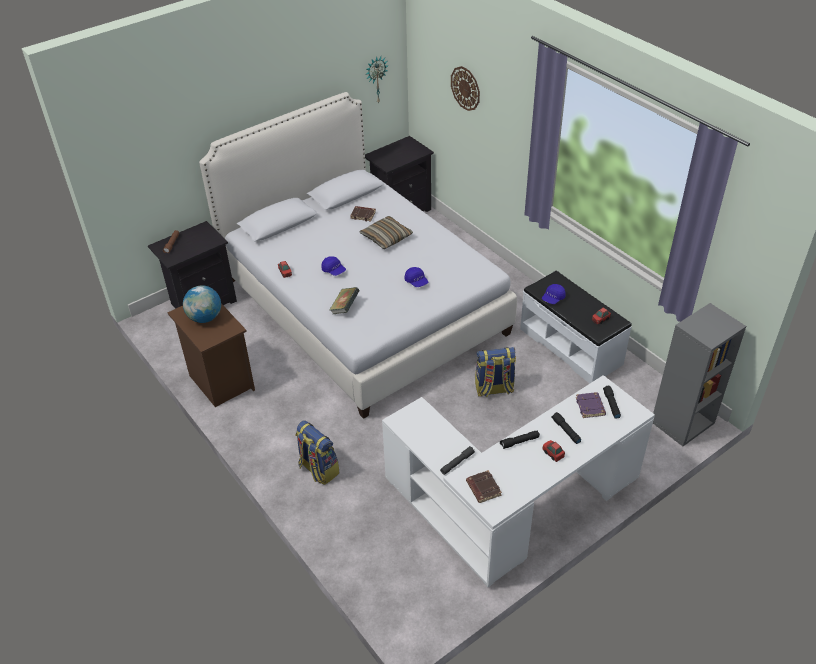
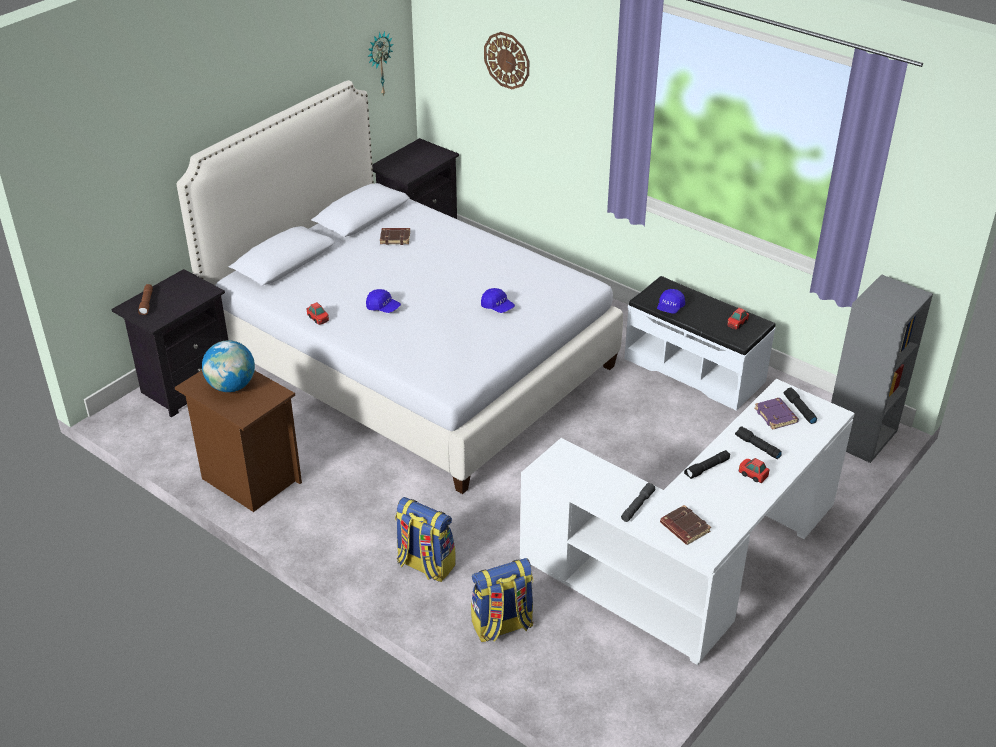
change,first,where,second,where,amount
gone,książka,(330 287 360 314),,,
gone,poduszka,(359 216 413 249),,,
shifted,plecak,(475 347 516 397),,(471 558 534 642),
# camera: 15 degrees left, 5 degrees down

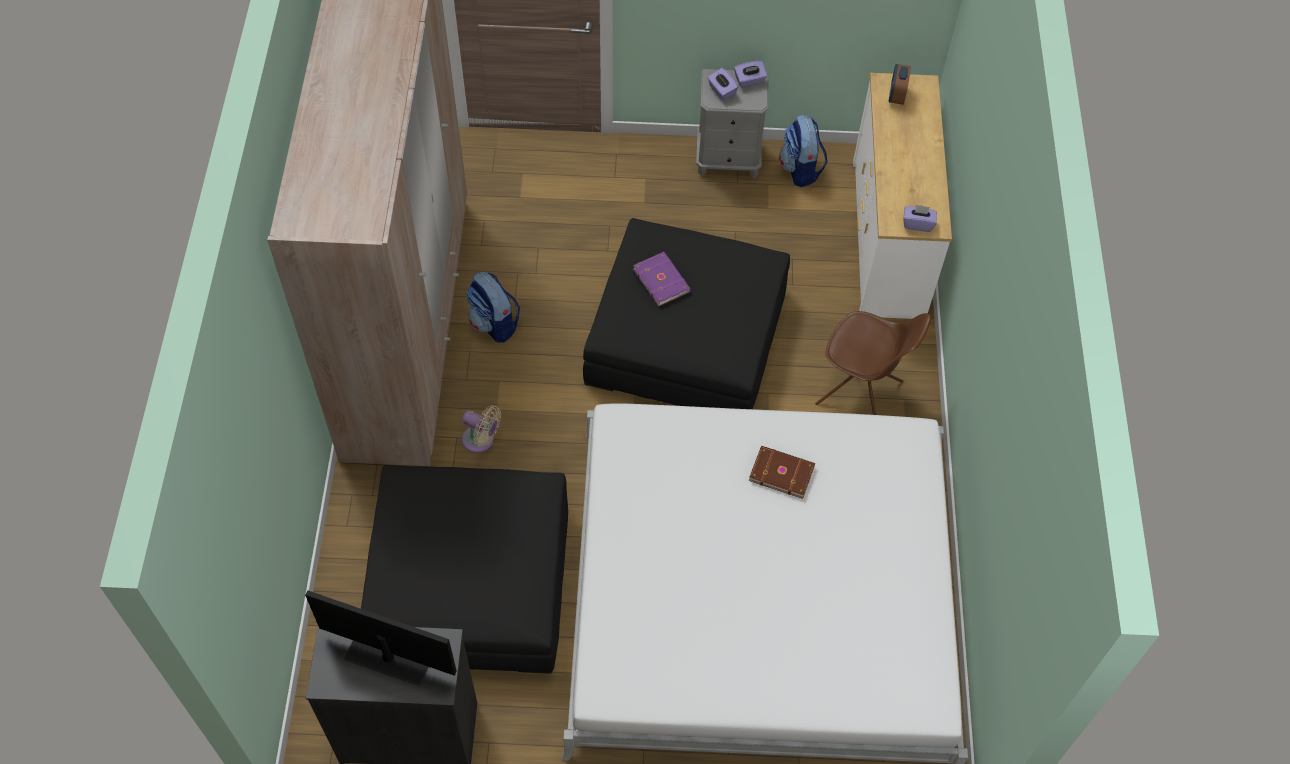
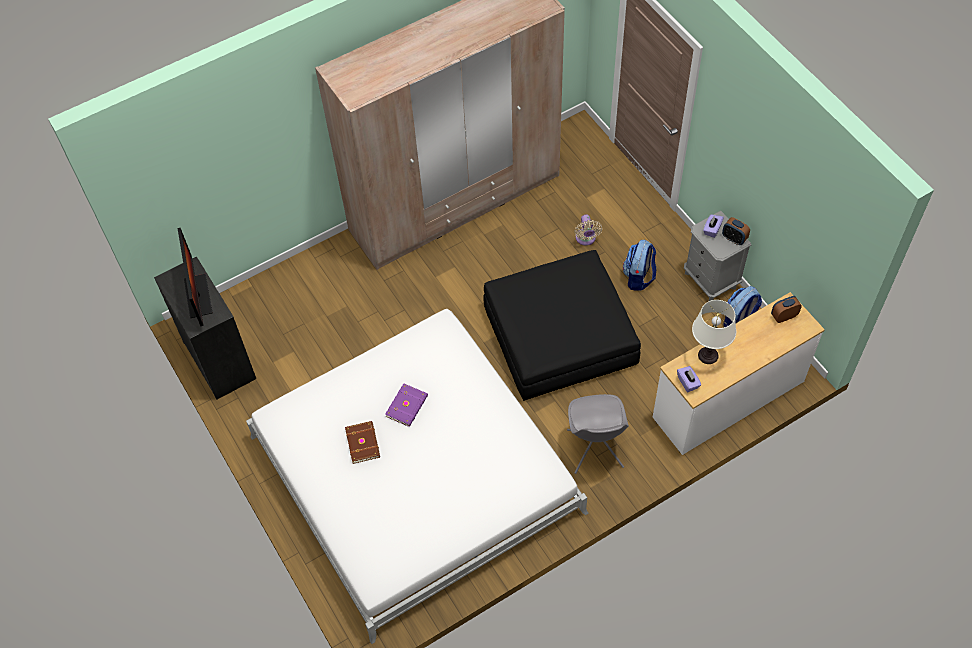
change,first,where,second,where,amount
gone,pufa (czarny),(361 465 568 674),,,
new,,,lampa stołowa (biały),(692 300 736 364),
shifted,wentylator (beżowy),(462 405 501 453),,(575 215 602 246),
shifted,plecak,(466 271 520 343),,(623 240 656 290),
shifted,książka (fioletowy),(633 252 691 306),,(385 383 428 427),
shifted,książka (brązowy),(749 446 815 499),,(345 421 380 464),
swapped,pudełko chusteczek (fioletowy),(734 61 767 88),budzik,(722 217 750 245),
repainted,krzesło (brązowy),(815 311 931 415),krzesło (szary),(567 394 629 474),
# camera: 60 degrees right, 0 degrees up

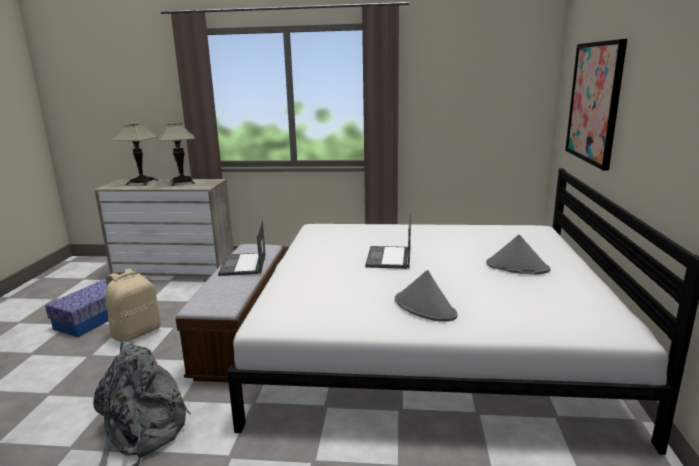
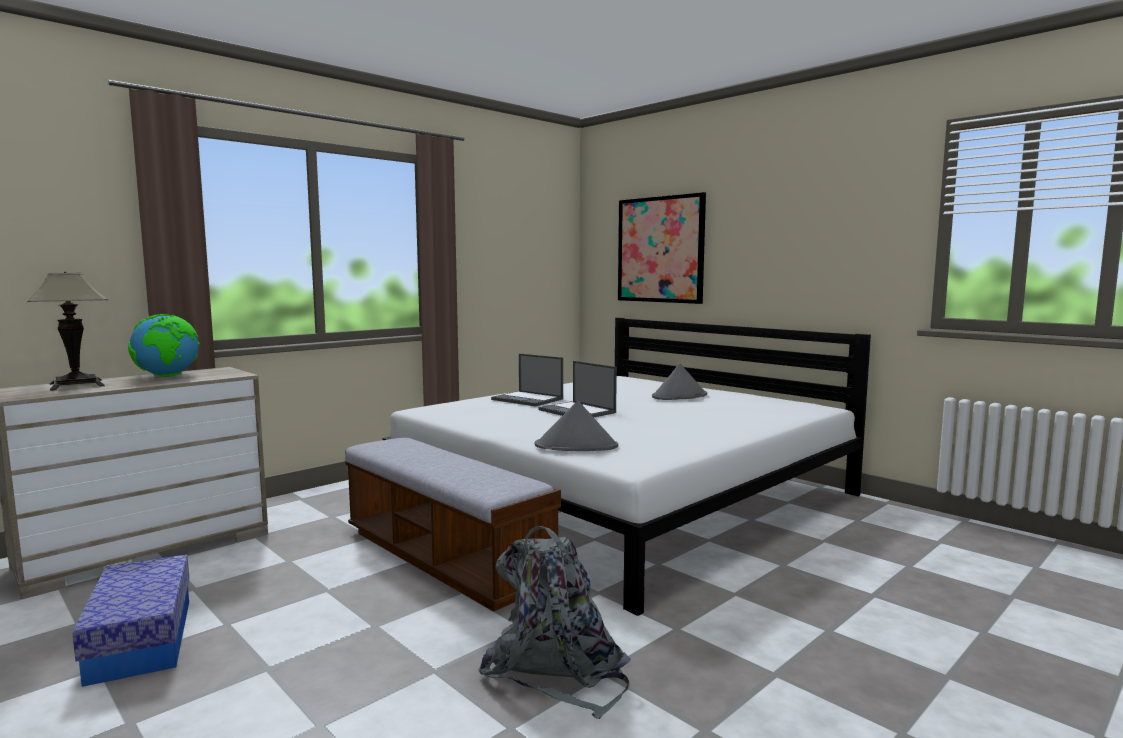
change,first,where,second,where,amount
gone,plecak (beżowy),(106 268 160 343),,,
shifted,laptop,(218 220 266 276),,(491 354 563 406),
shifted,kapelusz (szary),(395 270 458 322),,(535 401 618 451),
swapped,lampa stołowa,(159 123 195 186),globus,(128 314 200 377),
# camera: 50 degrees left, 10 degrees down

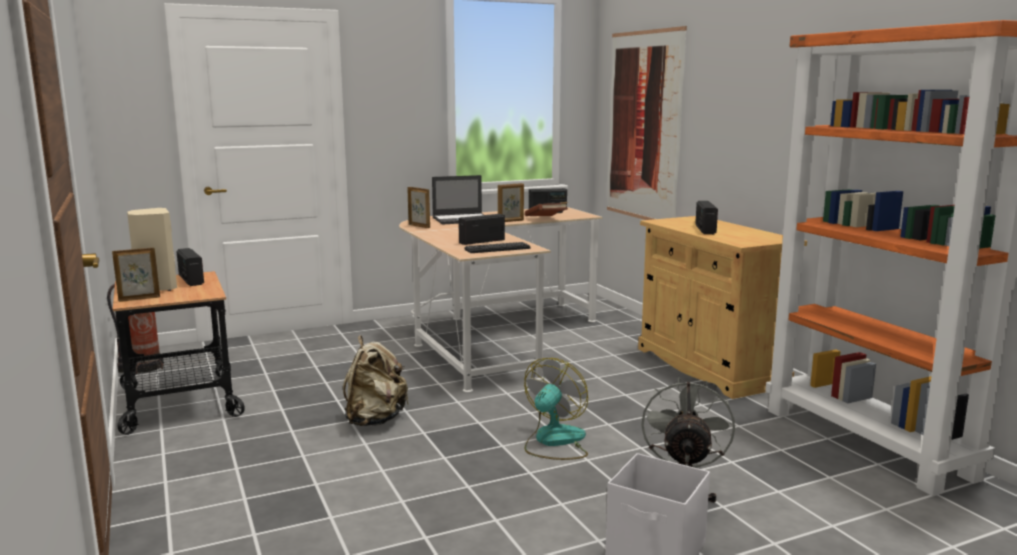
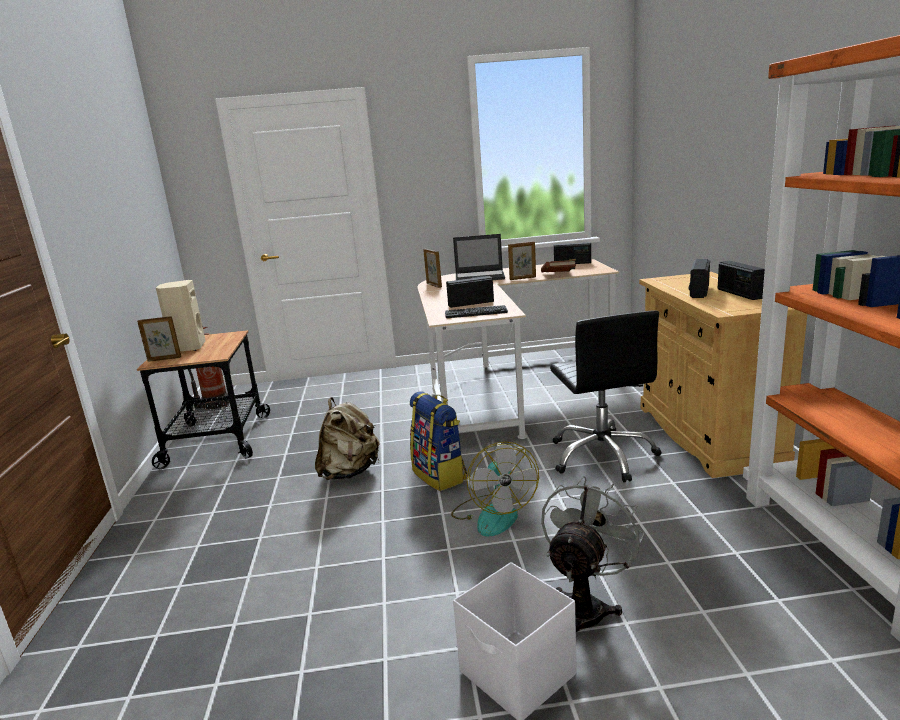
change,first,where,second,where,amount
gone,obraz,(607 26 687 220),,,
new,,,plecak,(410 391 467 491),
new,,,krzesło biurowe (czarny),(550 310 662 482),
shifted,radio,(176 248 204 286),,(717 261 765 300),
rotated,wentylator,(524 358 588 460),,(451 442 539 537),120 degrees clockwise
# camera: 20 degrees right, 5 degrees up

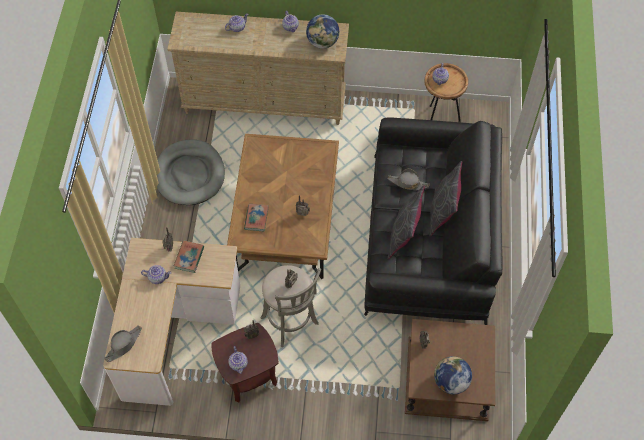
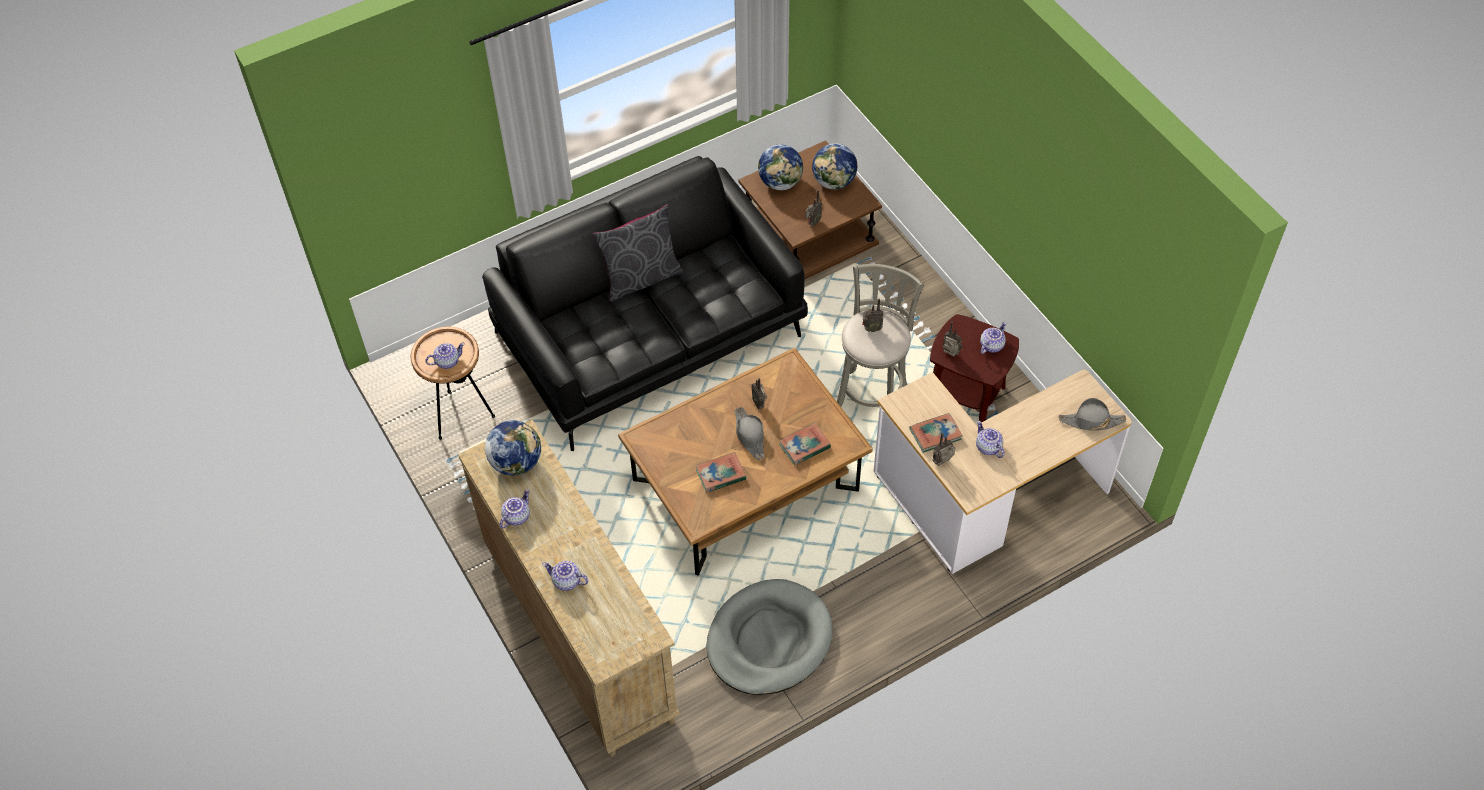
change,first,where,second,where,amount
gone,poduszka (szary),(387 185 425 259),,,
new,,,książka,(696 452 746 493),
new,,,globus,(758 144 803 190),
shifted,kapelusz (szary),(388 169 430 190),,(735 407 764 460),
# camera: 125 degrees left, 5 degrees down

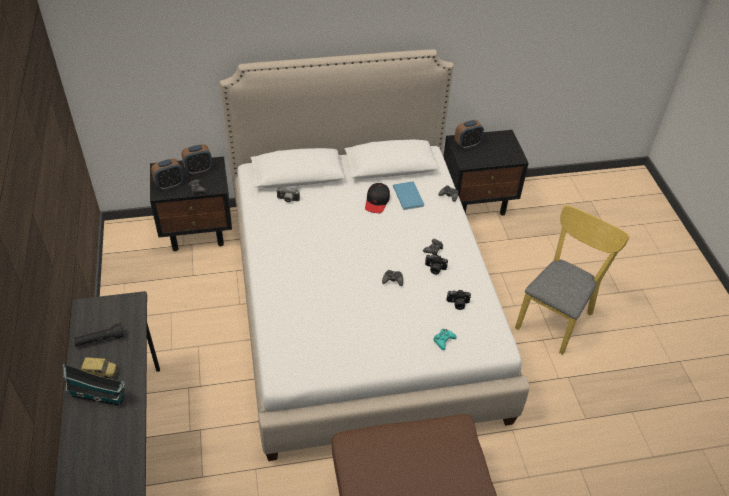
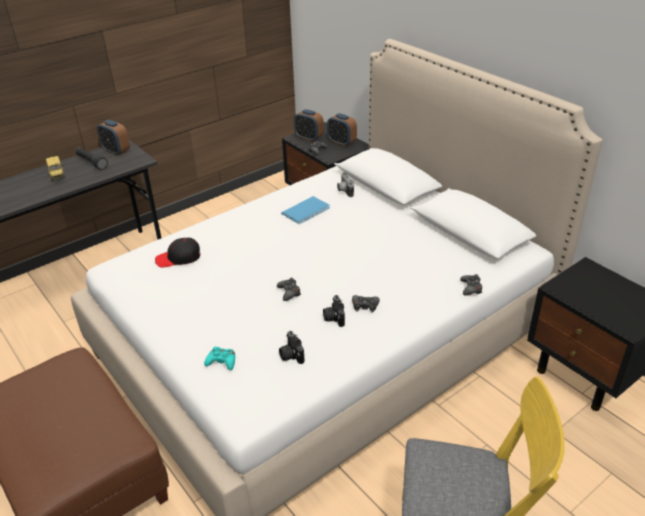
change,first,where,second,where,amount
gone,domek,(62 364 125 406),,,
shifted,czapka z daszkiem (czarny),(365 183 390 213),,(155 238 200 268),
shifted,książka (niebieski),(393 181 424 210),,(281 196 330 224),
shifted,budzik,(454 120 484 149),,(97 120 130 156),
# camera: 65 degrees right, 10 degrees down

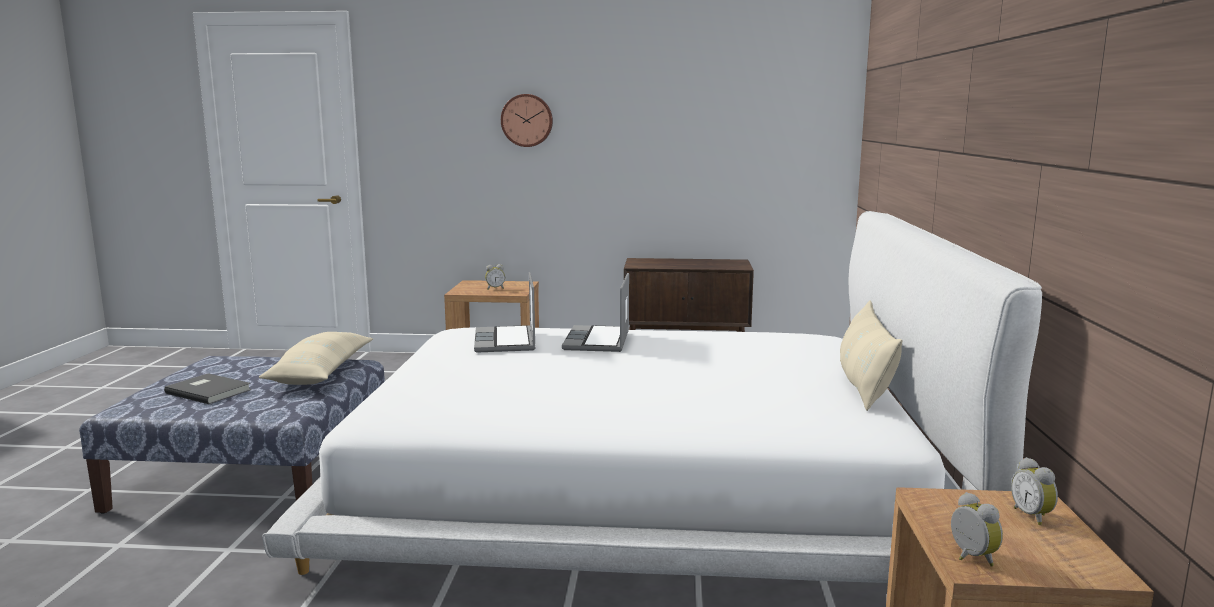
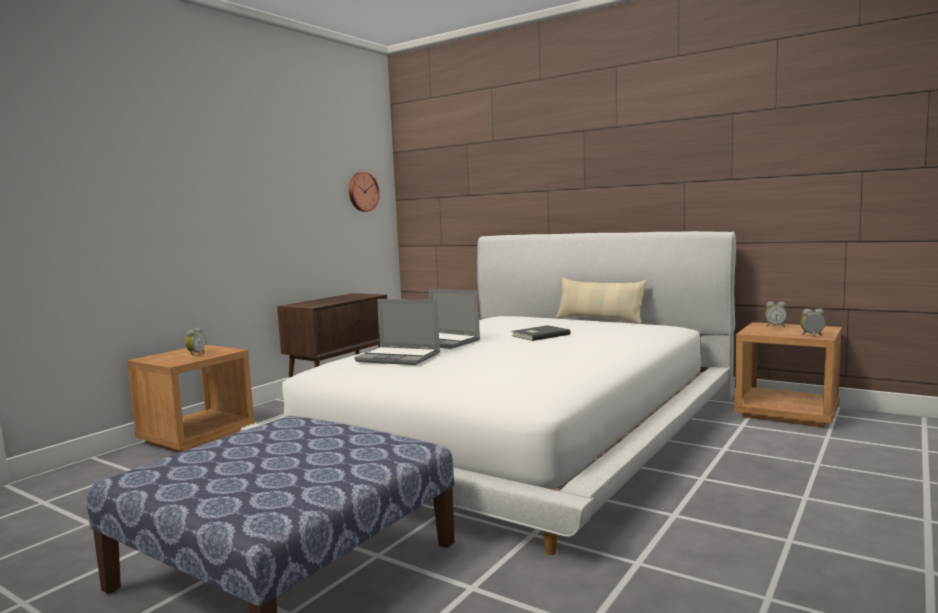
change,first,where,second,where,amount
gone,poduszka (beżowy),(259 332 373 385),,,
shifted,książka (szary),(164 373 251 404),,(511 325 571 341),
shifted,zegar ścienny,(501 94 553 147),,(349 172 380 212),
# camera: 60 degrees left, 5 degrees down

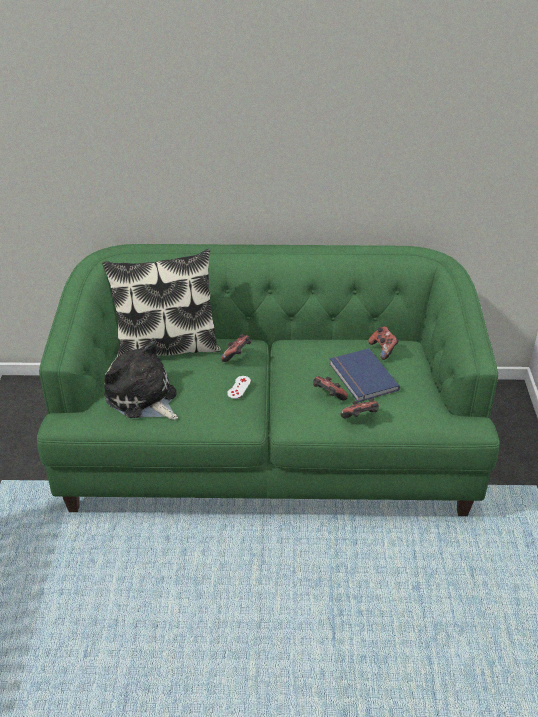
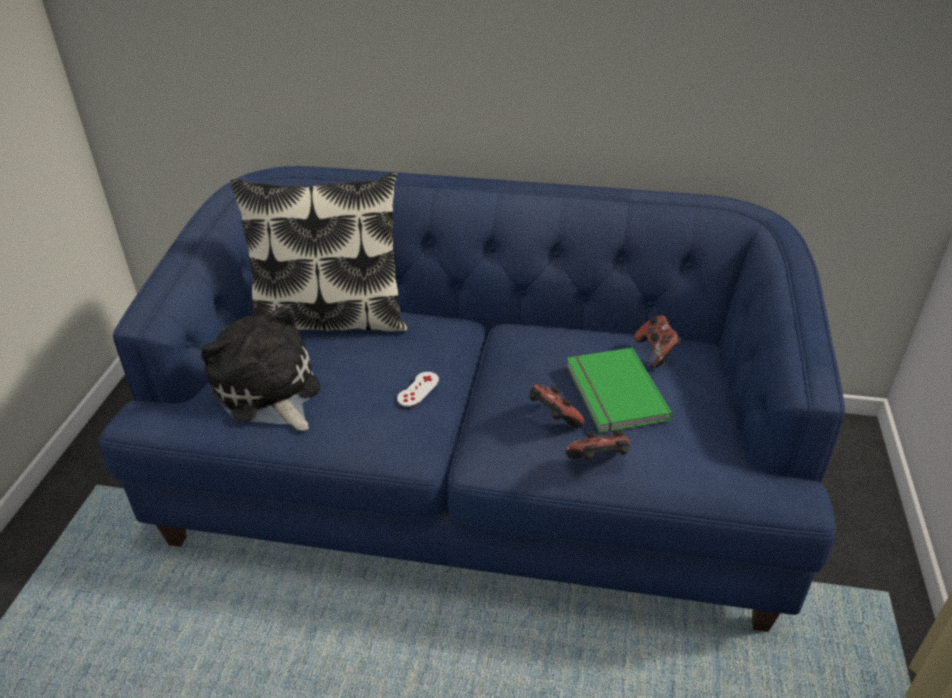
change,first,where,second,where,amount
gone,pad do gier,(221 334 251 362),,,
repainted,kanapa (zielony),(37 244 499 516),kanapa (niebieski),(99 166 845 632),
repainted,książka (niebieski),(329 348 400 402),książka (zielony),(566 348 672 433),
# camera: 10 degrees right, 0 degrees up

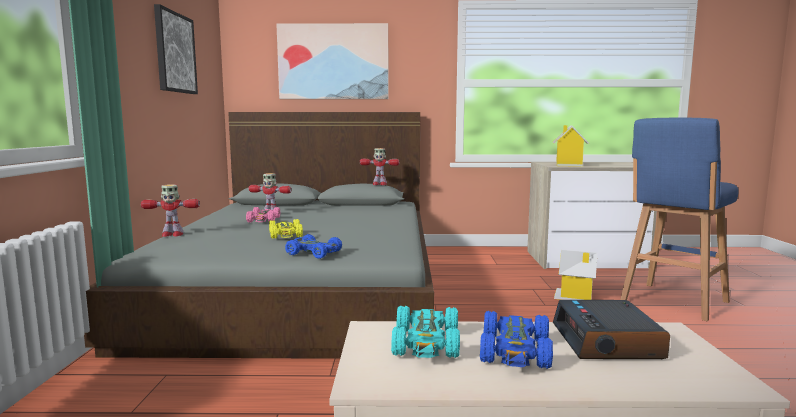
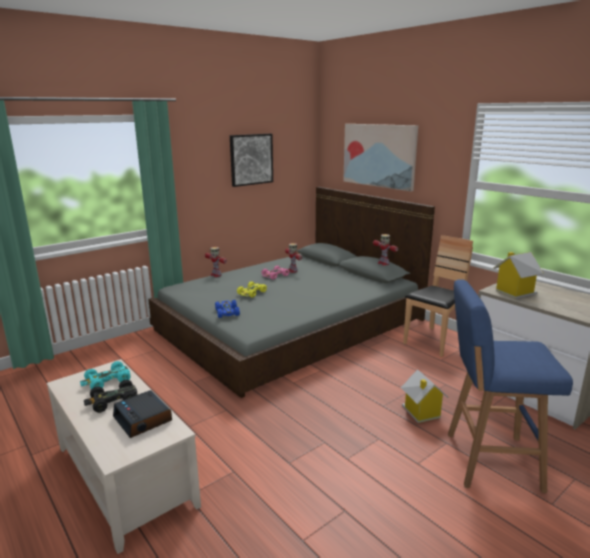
change,first,where,second,where,amount
new,,,krzesło (brązowy),(403 235 473 357),
repainted,samochodzik (niebieski),(480 311 553 369),samochodzik (czarny),(84 379 138 413),
rotated,budzik,(553 300 670 359),,(113 390 172 438),90 degrees counterclockwise
# camera: 50 degrees right, 10 degrees up

